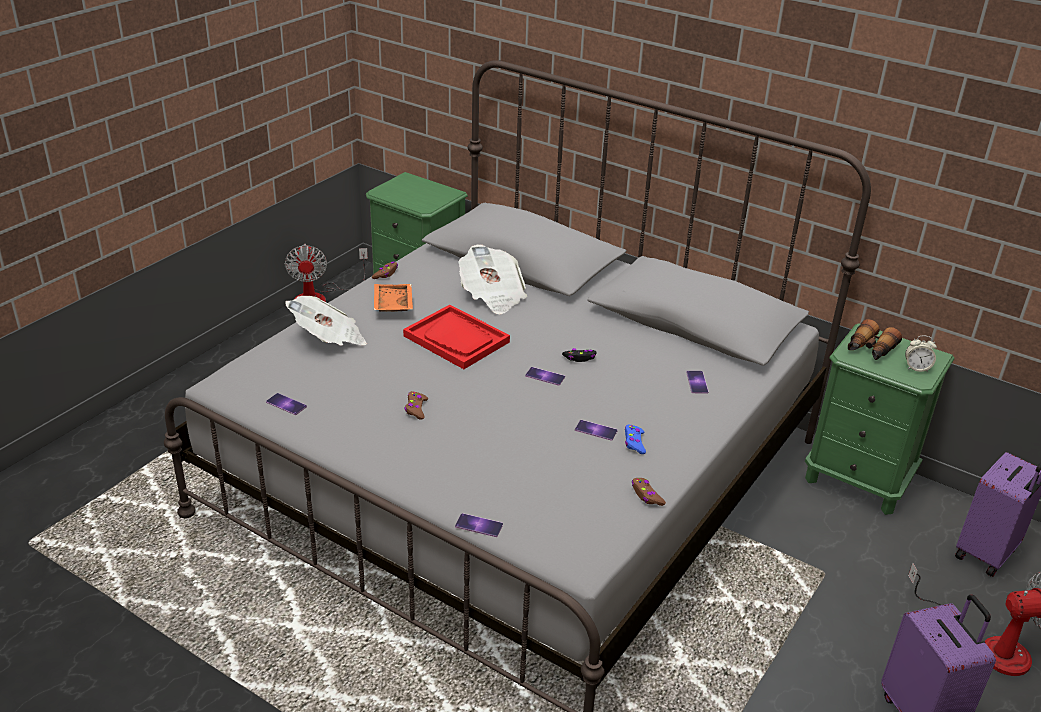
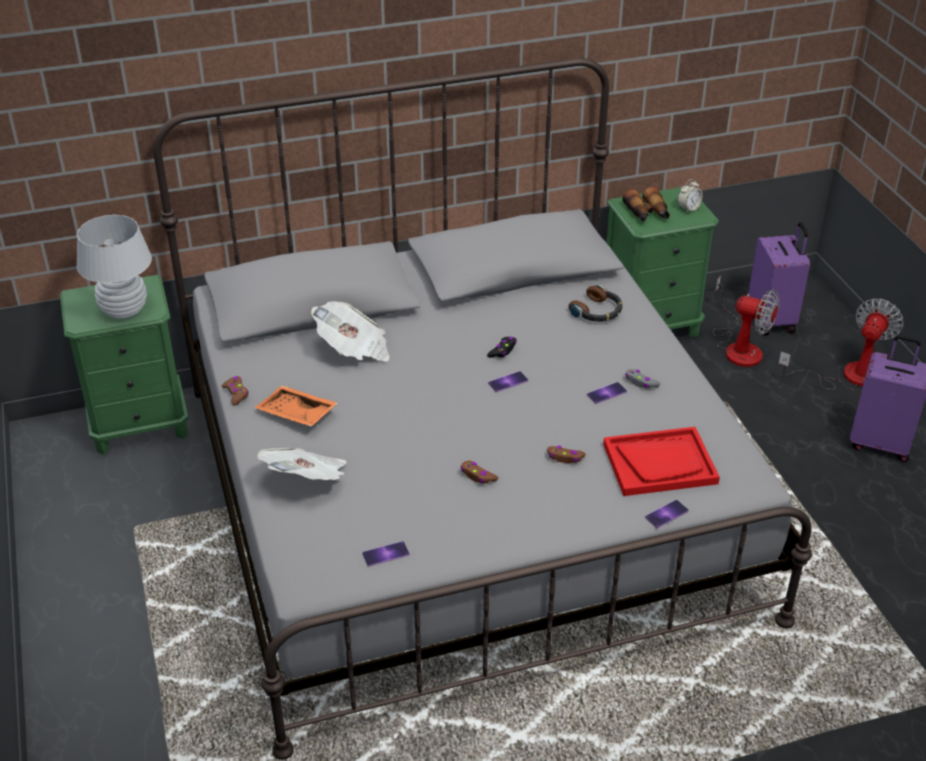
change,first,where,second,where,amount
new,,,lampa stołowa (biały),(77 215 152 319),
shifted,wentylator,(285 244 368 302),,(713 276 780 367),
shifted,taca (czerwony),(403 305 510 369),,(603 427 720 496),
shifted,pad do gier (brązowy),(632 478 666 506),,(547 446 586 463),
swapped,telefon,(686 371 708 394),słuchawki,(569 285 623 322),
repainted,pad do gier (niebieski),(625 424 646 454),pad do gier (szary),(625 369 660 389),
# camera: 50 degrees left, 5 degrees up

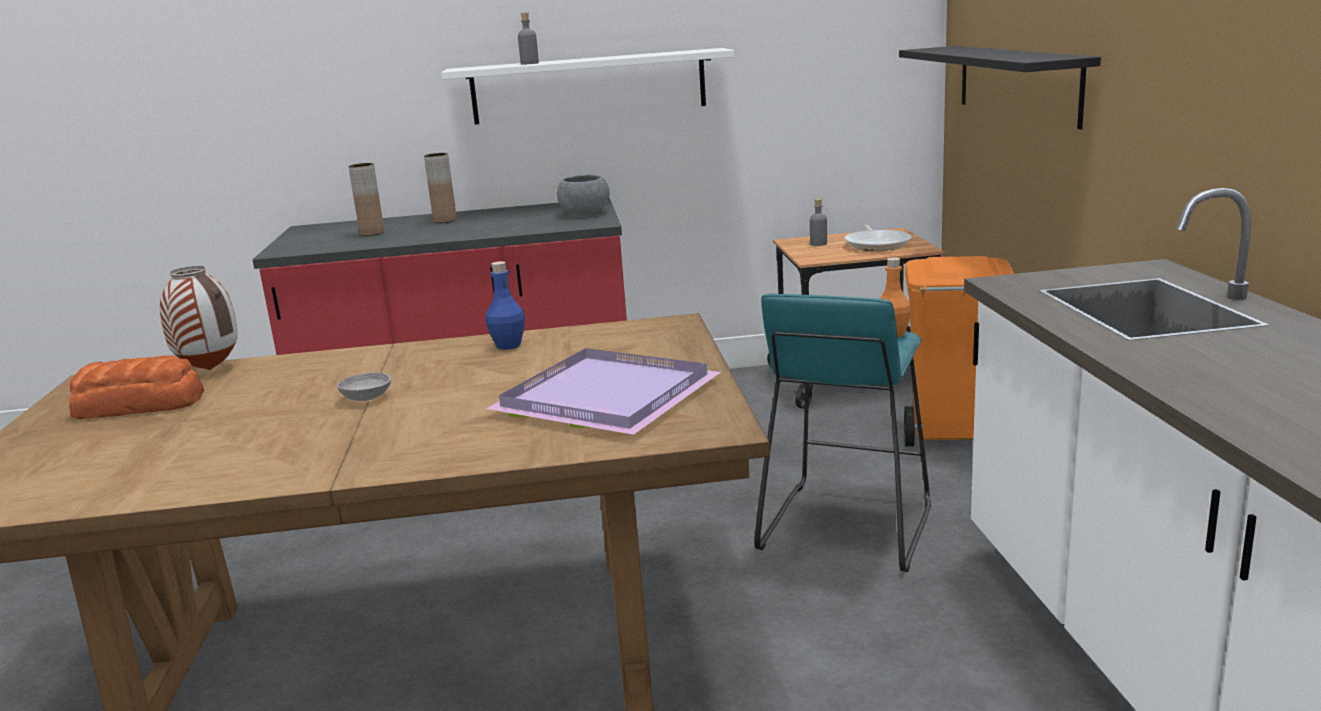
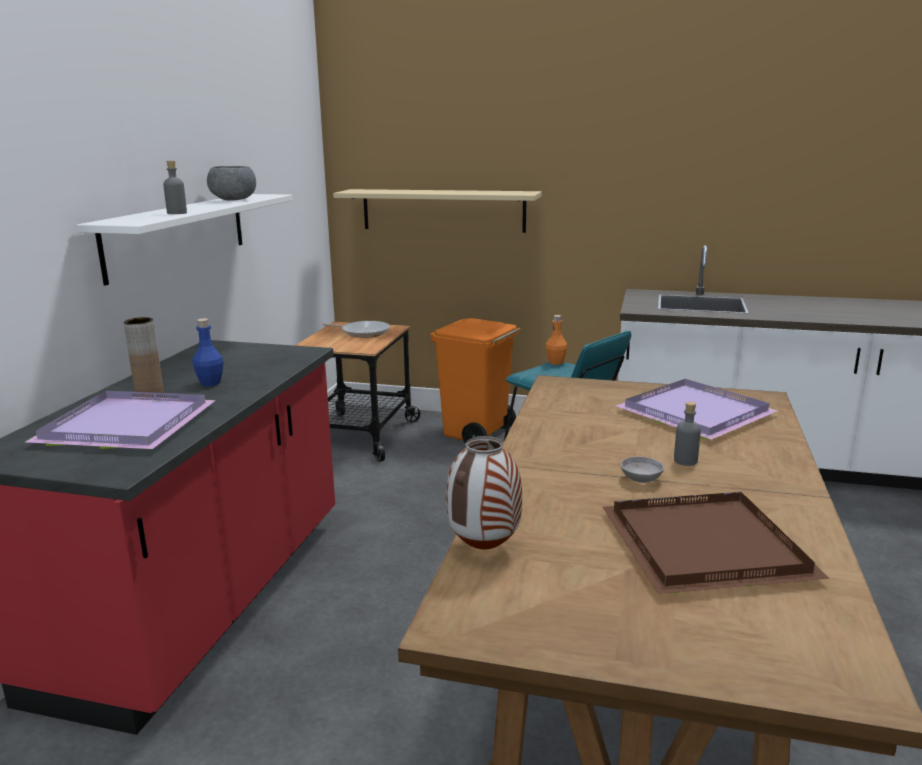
change,first,where,second,where,amount
gone,chleb,(69 355 204 419),,,
new,,,taca (brązowy),(603 492 829 594),
shifted,butelka (niebieski),(485 261 525 350),,(192 318 223 386),
shifted,miska (szary),(557 175 610 215),,(207 166 256 201),
shifted,butelka (szary),(810 199 827 246),,(674 402 701 466),
swapped,wazon (brązowy),(349 163 384 236),taca (fioletowy),(25 391 216 449),
repainted,półka (czarny),(899 46 1101 130),półka (beżowy),(333 189 542 233),
# camera: 70 degrees left, 0 degrees up

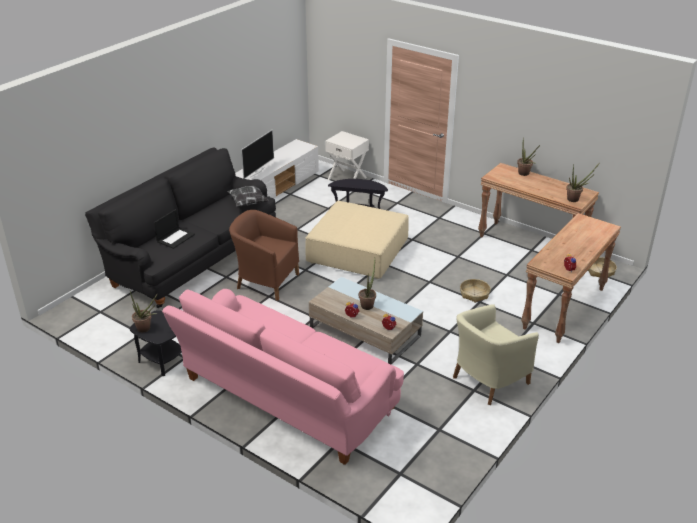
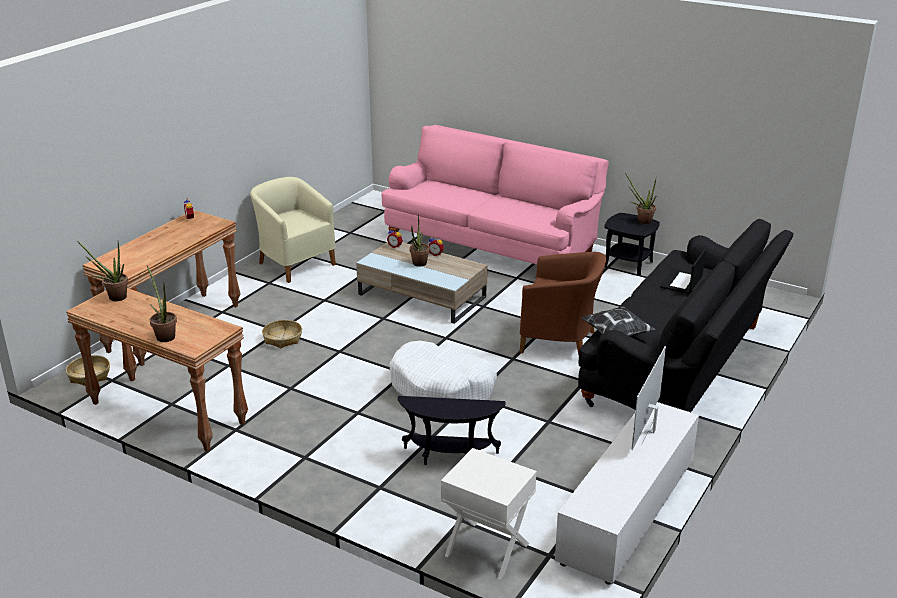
change,first,where,second,where,amount
swapped,pufa (beżowy),(305 201 409 279),legowisko (biały),(389 341 497 400),
rotated,fotel (beżowy),(453 304 539 405),,(250 177 336 283),90 degrees counterclockwise
# camera: 175 degrees right, 5 degrees down

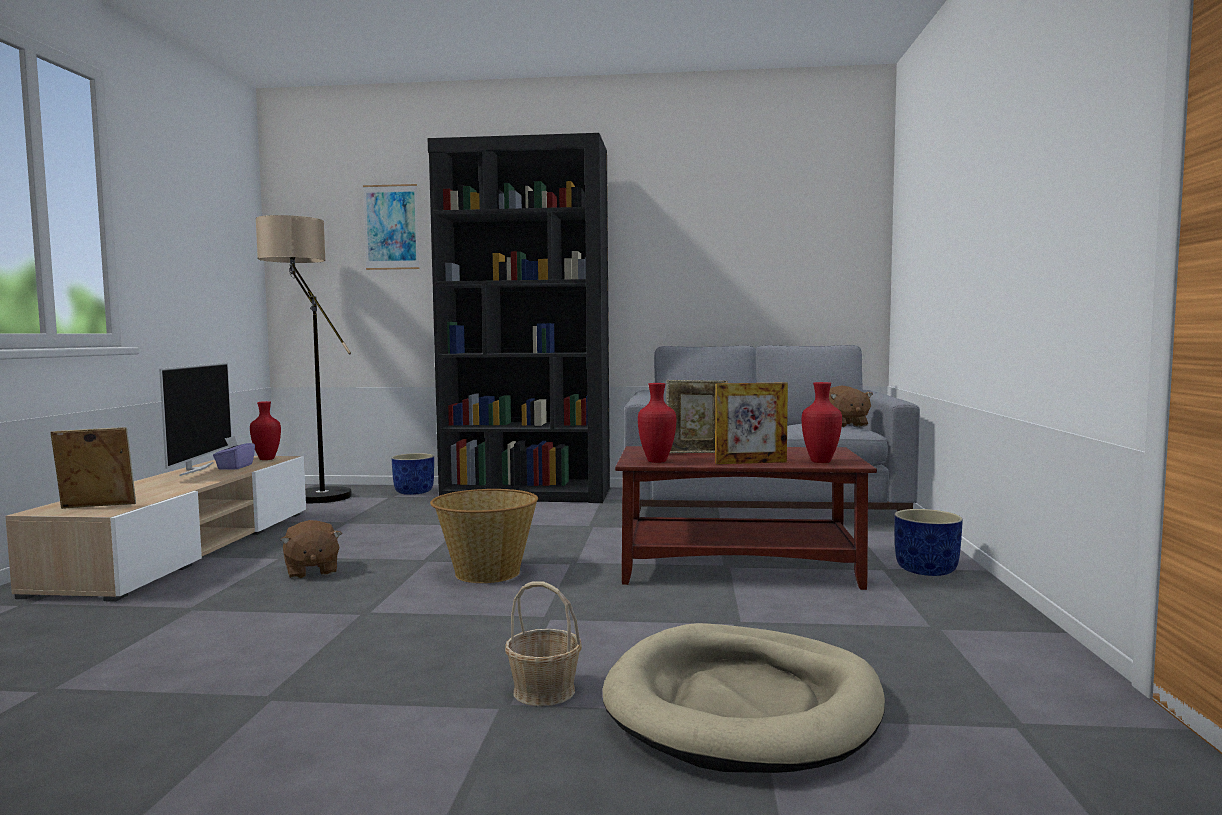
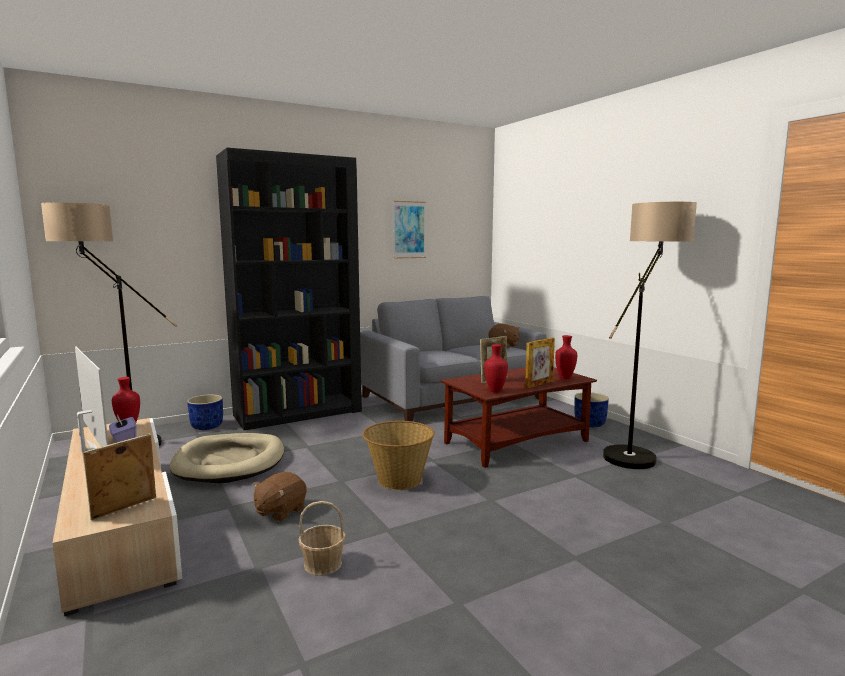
change,first,where,second,where,amount
new,,,lampa stojąca,(603 202 697 469),
shifted,obraz,(363 184 420 270),,(393 201 426 259),
shifted,koszyk,(505 581 582 706),,(298 501 346 576),
shifted,legowisko (beżowy),(602 623 885 773),,(170 433 284 484),
rotated,pluszak (brązowy),(280 520 342 579),,(253 472 307 522),90 degrees clockwise
# camera: 35 degrees left, 5 degrees up

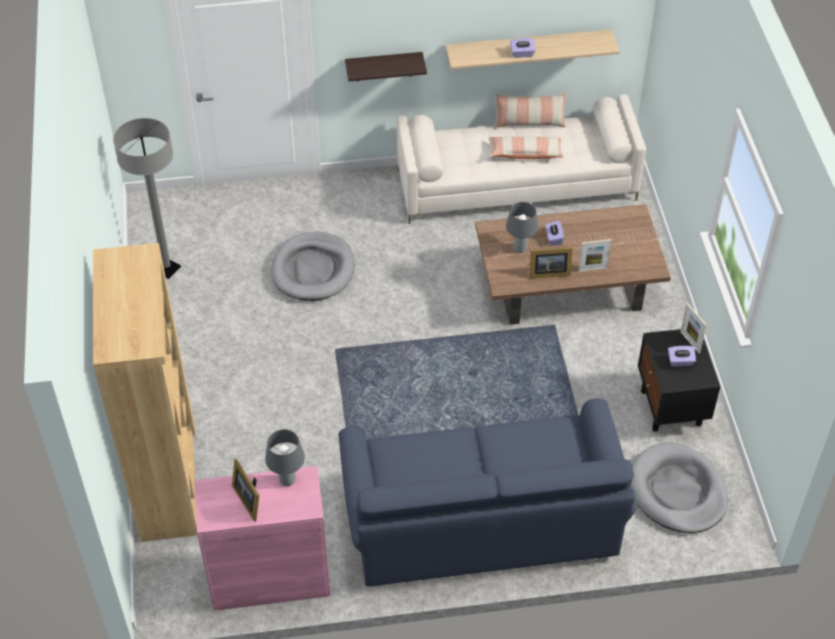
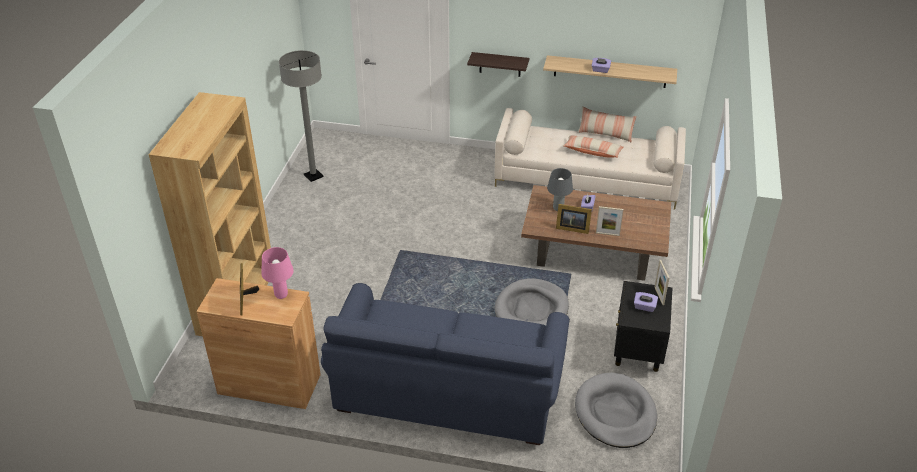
change,first,where,second,where,amount
shifted,legowisko (szary),(271 232 355 301),,(495 278 569 325),
repainted,szafka (różowy),(194 466 331 611),szafka (brązowy),(196 278 321 409),
repainted,lampa stołowa (szary),(265 429 305 486),lampa stołowa (różowy),(261 247 294 299),
# camera: 20 degrees right, 10 degrees down

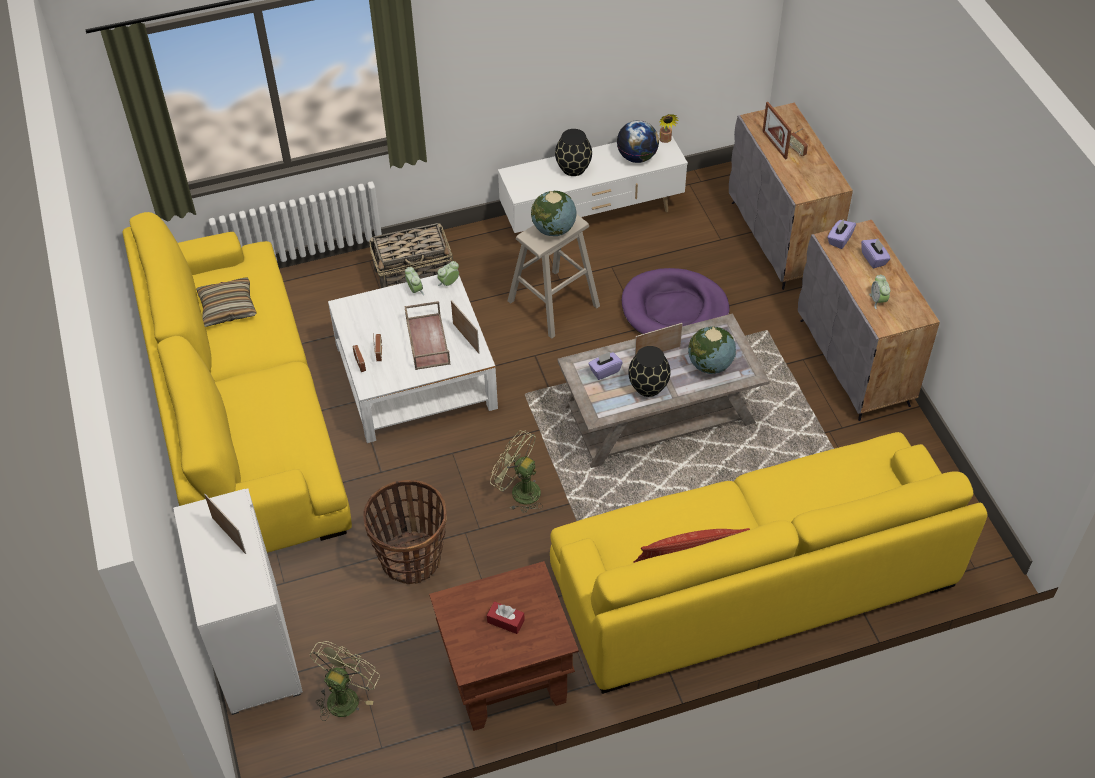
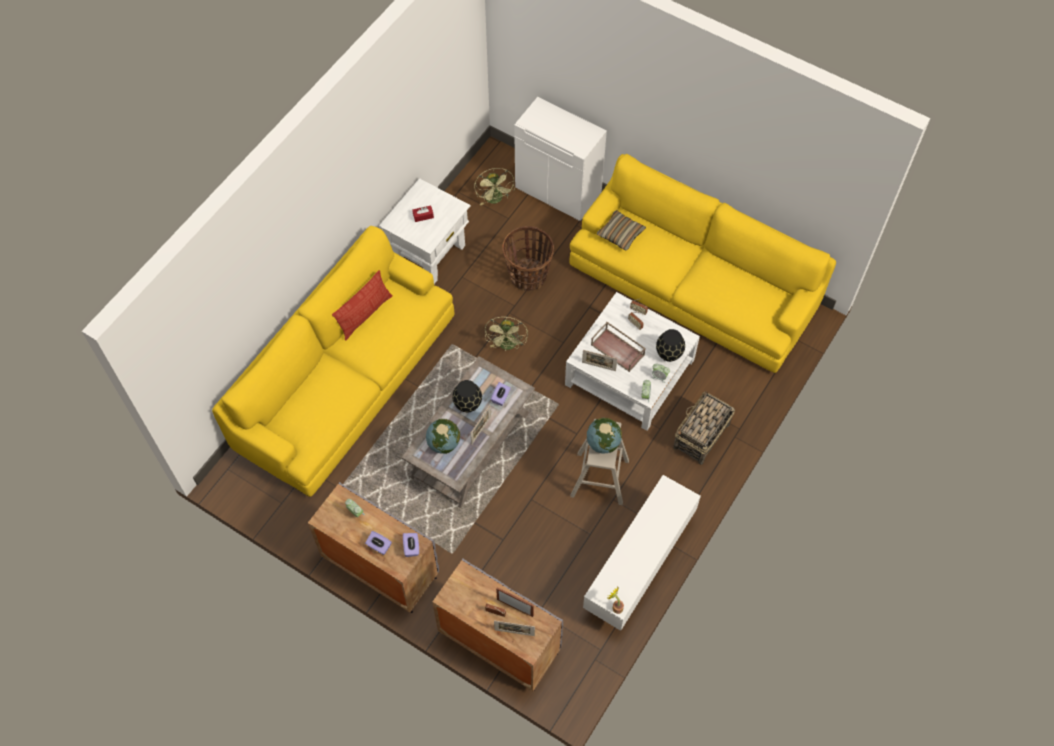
change,first,where,second,where,amount
gone,globus,(617 120 659 163),,,
gone,legowisko (fioletowy),(622 268 730 334),,,
shifted,poduszka,(196 278 257 327),,(597 210 646 251),
shifted,ramka na zdjęcie,(204 494 246 554),,(494 620 535 636),
shifted,wazon (czarny),(555 129 592 176),,(656 329 685 362),
repainted,stolik (brązowy),(429 561 579 731),stolik (biały),(379 178 471 284),
rotated,wentylator (zielony),(490 430 543 513),,(485 317 528 350),105 degrees clockwise
# camera: 140 degrees right, 10 degrees up

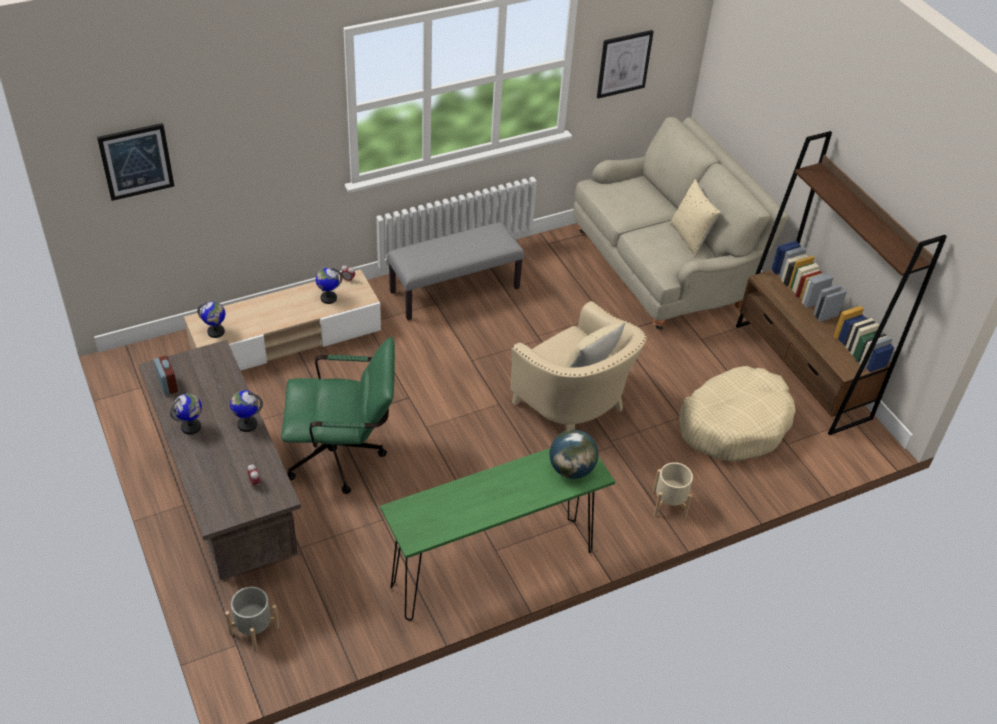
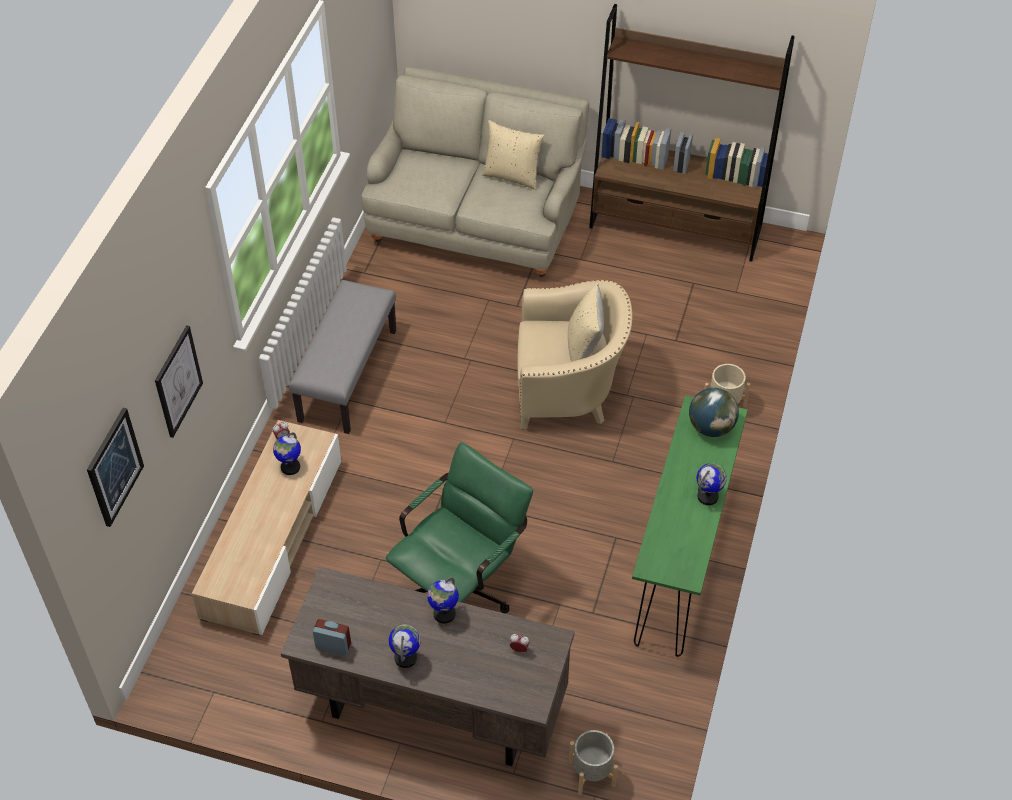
change,first,where,second,where,amount
gone,legowisko (beżowy),(679 366 796 461),,,
shifted,globus,(197 302 225 338),,(697 463 727 505),
shifted,obraz,(597 30 654 99),,(155 325 203 438),
# camera: 45 degrees left, 5 degrees up

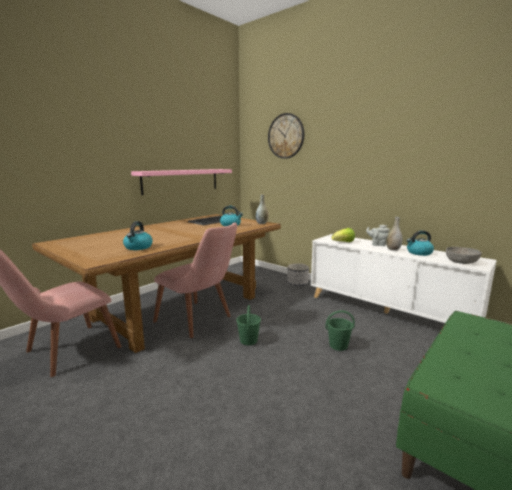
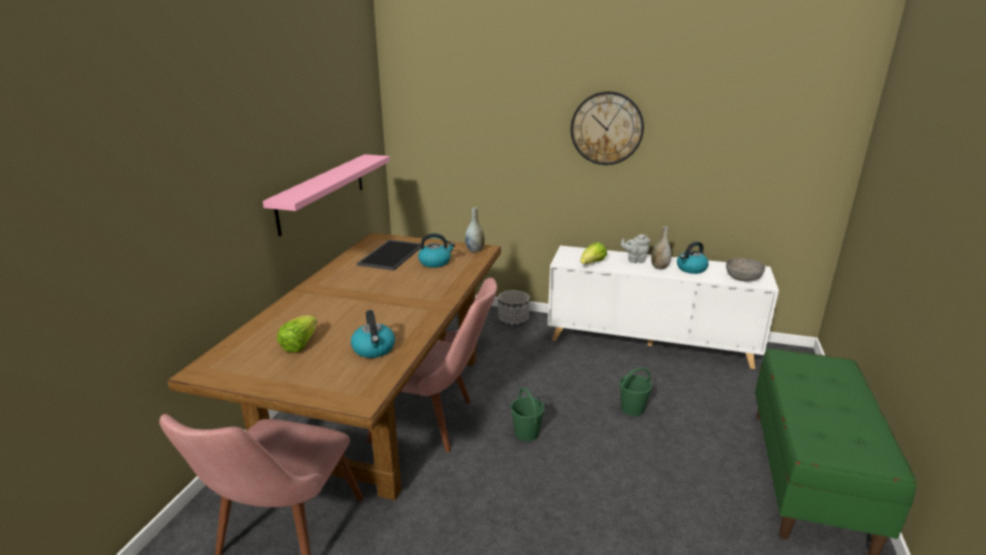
change,first,where,second,where,amount
new,,,sałata,(277 315 318 353),
shifted,zegar ścienny,(268 113 304 159),,(571 91 644 165),
# camera: 25 degrees left, 10 degrees up

